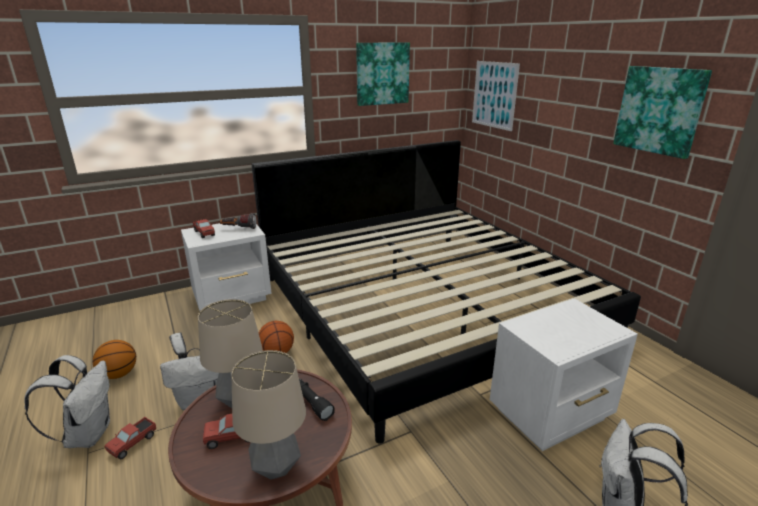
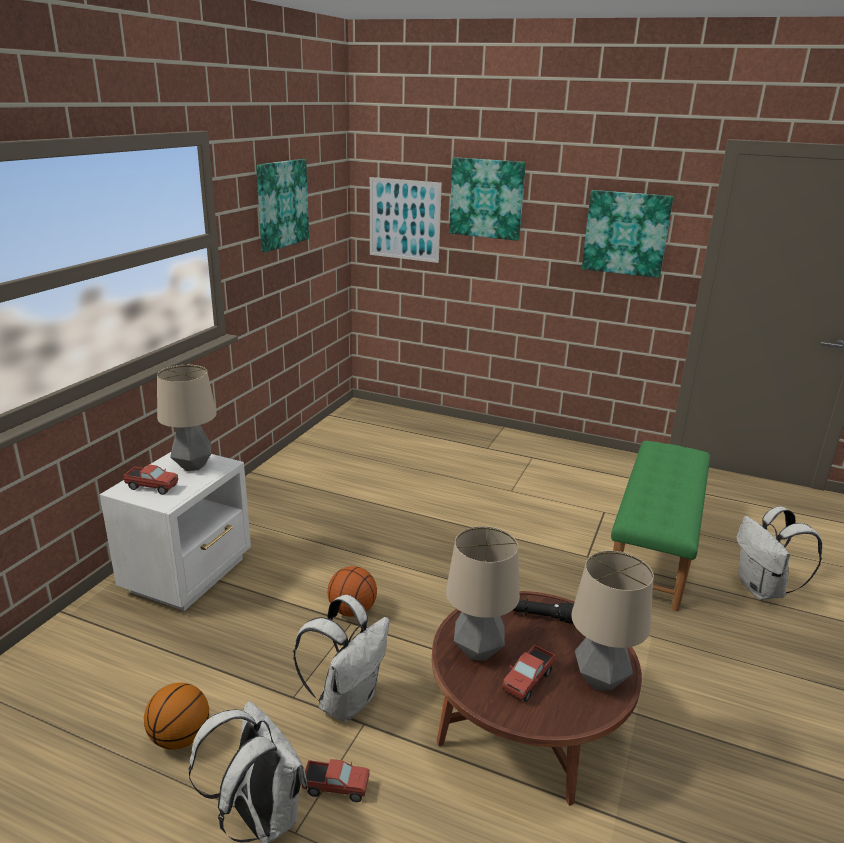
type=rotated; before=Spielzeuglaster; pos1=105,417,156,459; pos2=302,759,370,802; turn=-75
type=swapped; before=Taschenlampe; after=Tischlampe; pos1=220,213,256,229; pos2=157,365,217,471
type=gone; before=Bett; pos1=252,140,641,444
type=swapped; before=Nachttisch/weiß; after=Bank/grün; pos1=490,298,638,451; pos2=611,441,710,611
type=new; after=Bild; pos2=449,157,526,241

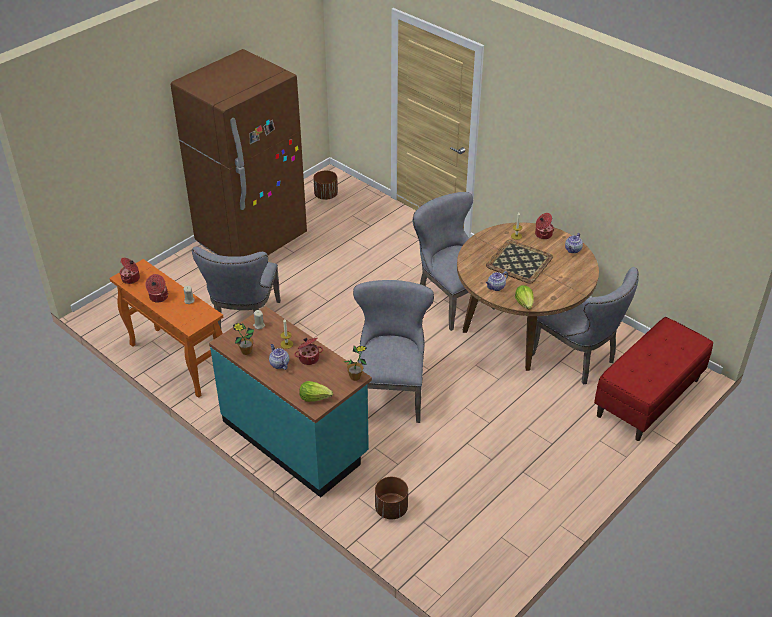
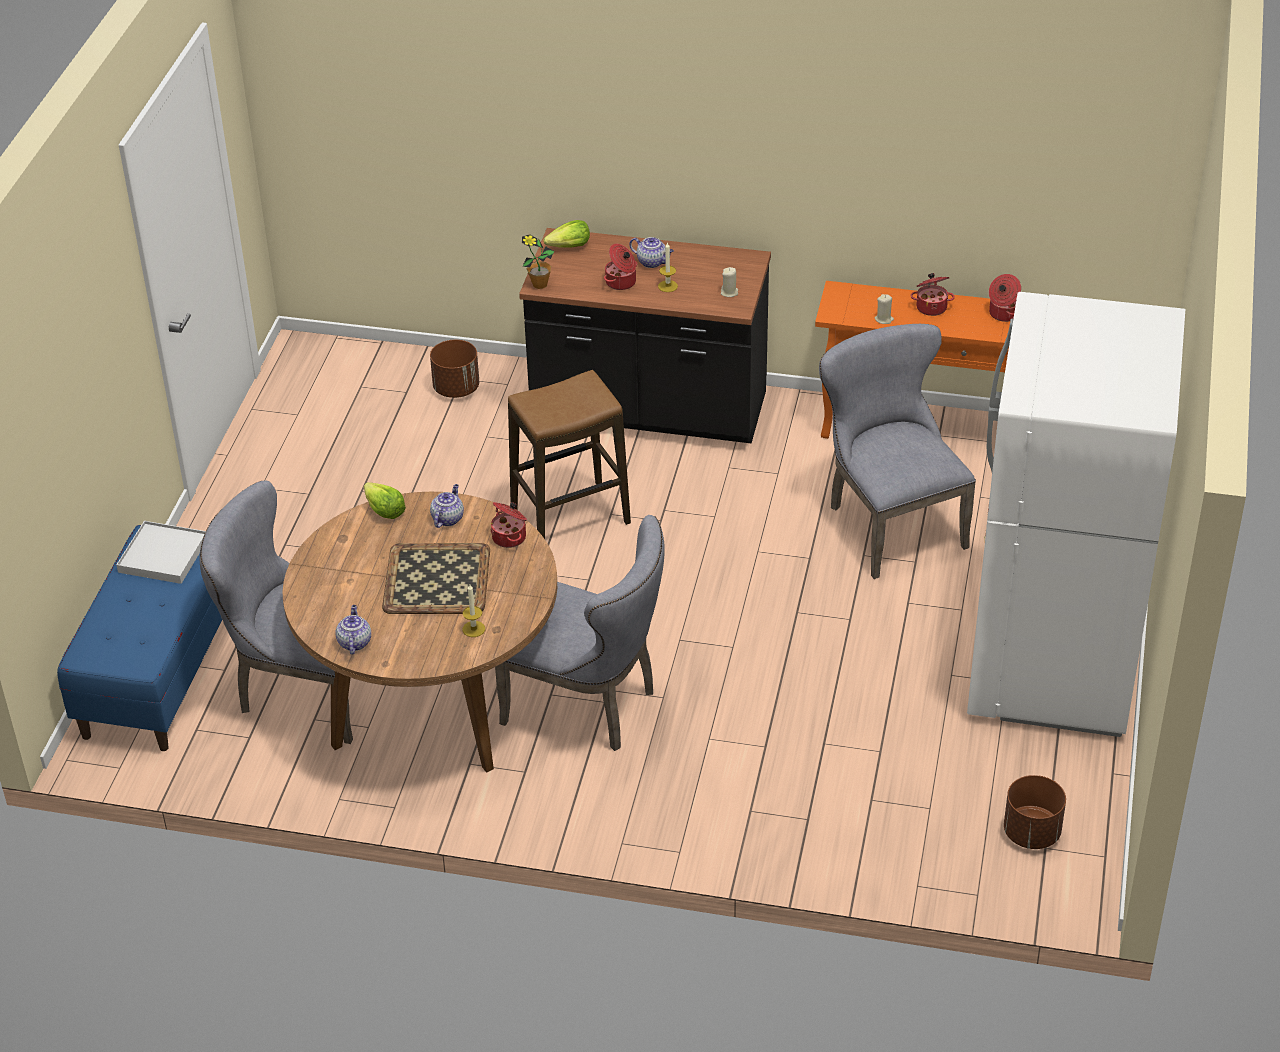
type=repainted; before=Kühlschrank/braun; after=Kühlschrank/weiß; pos1=171,49,307,257; pos2=967,292,1185,737
type=repainted; before=Küchenzeile/türkis; after=Küchenzeile/schwarz; pos1=209,306,372,498; pos2=519,228,771,443
type=gone; before=Topfpflanze; pos1=233,323,254,355
type=swapped; before=Stuhl/grau; after=Hocker; pos1=353,280,434,423; pos2=508,370,631,539
type=shifted; before=Kochtopf; pos1=535,213,554,239; pos2=490,502,527,548
type=repainted; before=Bank/rot; after=Bank/blau; pos1=594,317,713,441; pos2=57,525,222,751
type=new; after=Tablett/weiß; pos2=116,521,205,584

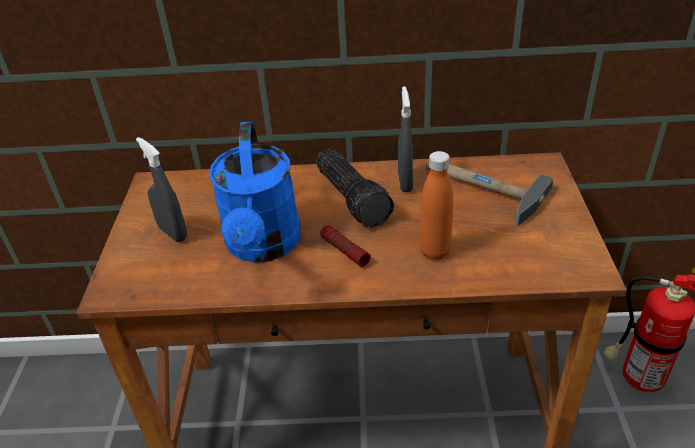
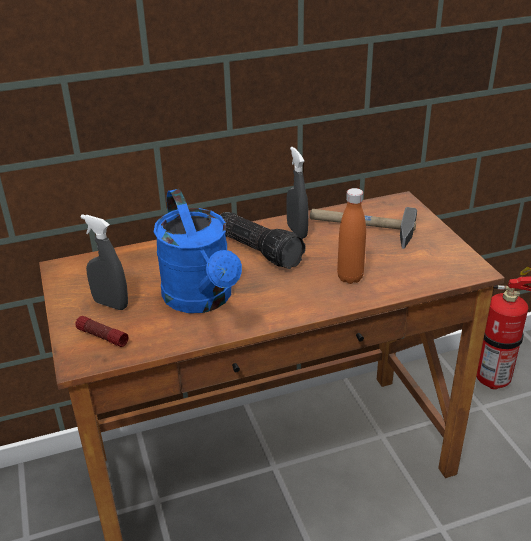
type=shifted; before=Taschenlampe; pos1=320,225,370,267; pos2=75,316,128,347

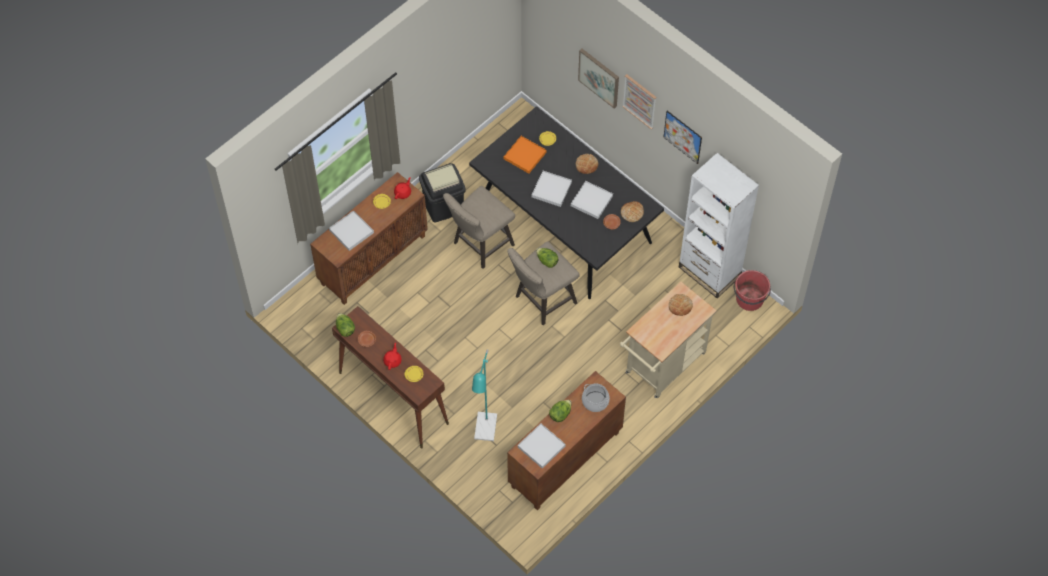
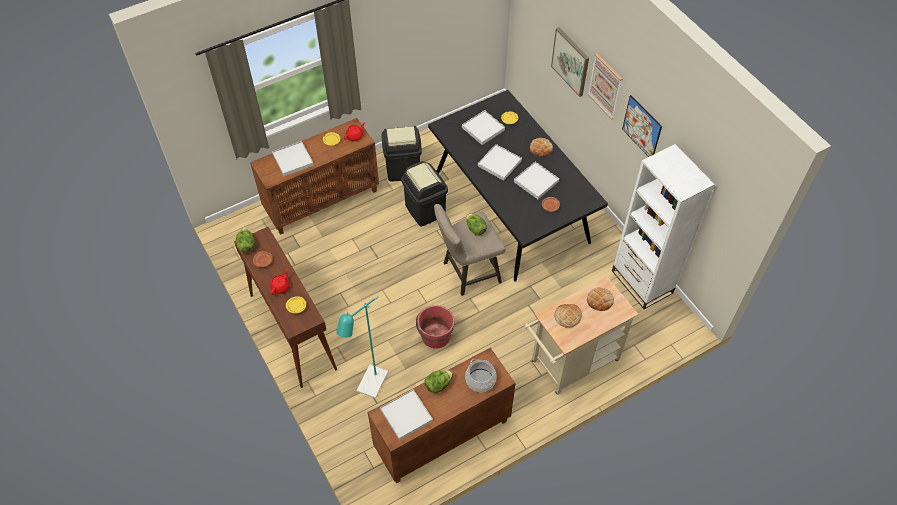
type=swapped; before=Hocker/beige; after=Mülleimer/schwarz; pos1=443,186,515,269; pos2=401,161,448,227
type=repainted; before=Tablett/orange; after=Tablett/weiß; pos1=504,136,547,174; pos2=462,110,505,145
type=shifted; before=Brot; pos1=621,201,644,222; pos2=555,304,582,328
type=shifted; before=Eimer/rot; pos1=734,270,771,311; pos2=416,305,454,349

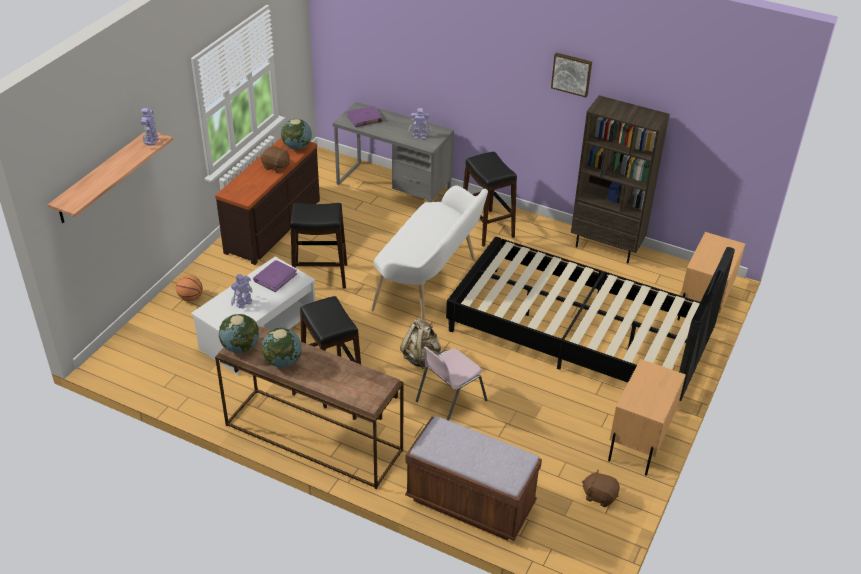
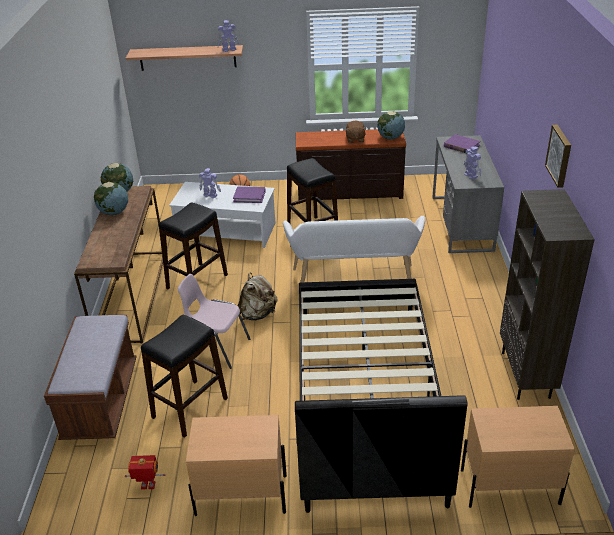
type=shifted; before=Hocker/schwarz; pos1=463,152,517,247; pos2=141,315,228,438
type=swapped; before=Plüschtier/braun; after=Spielzeugroboter; pos1=582,470,620,507; pos2=125,455,165,489

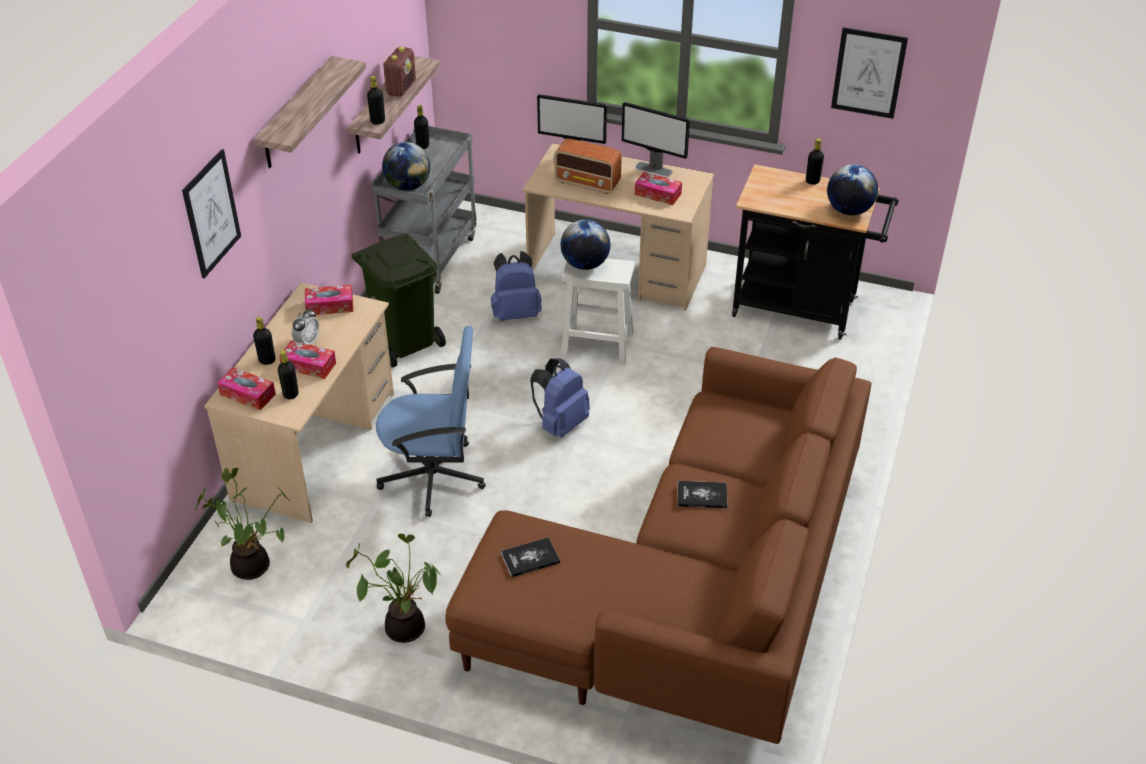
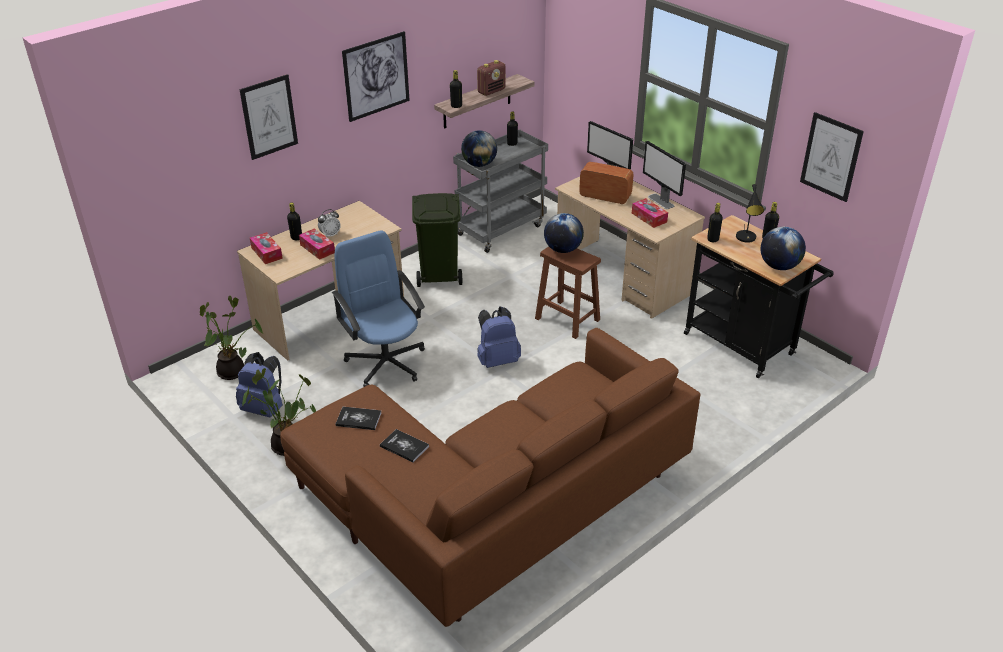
type=swapped; before=Wandregal; after=Bild; pos1=254,56,366,168; pos2=342,31,410,122
type=shifted; before=Flasche/schwarz; pos1=278,350,299,399; pos2=707,203,723,242
type=gone; before=Taschentuchbox; pos1=305,285,353,315
type=rotated; before=Bürostuhl/blau; pos1=376,326,486,517; pos2=332,231,425,387; turn=-150
type=shifted; before=Rucksack/blau; pos1=491,251,542,321; pos2=236,352,283,417
type=rotated; before=Radio; pos1=554,138,622,194; pos2=579,162,633,204; turn=150
type=repainted; before=Hocker/weiß; after=Hocker/braun; pos1=561,258,635,365; pos2=535,246,601,339
type=shifted; before=Buch; pos1=678,481,728,508; pos2=380,429,429,463
type=new; after=Tischlampe/schwarz; pos2=736,184,764,243

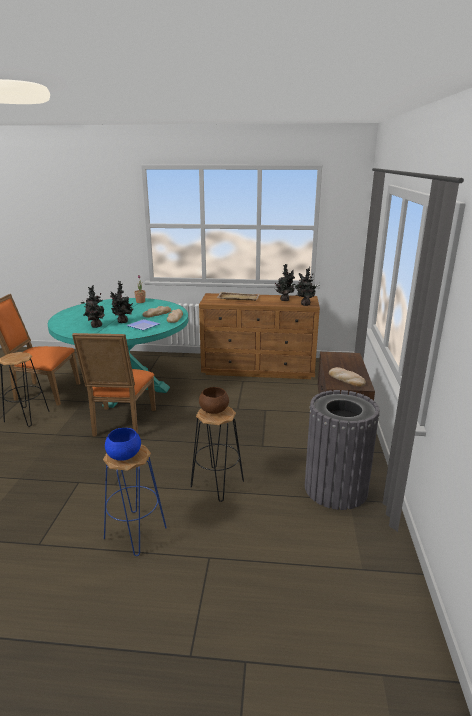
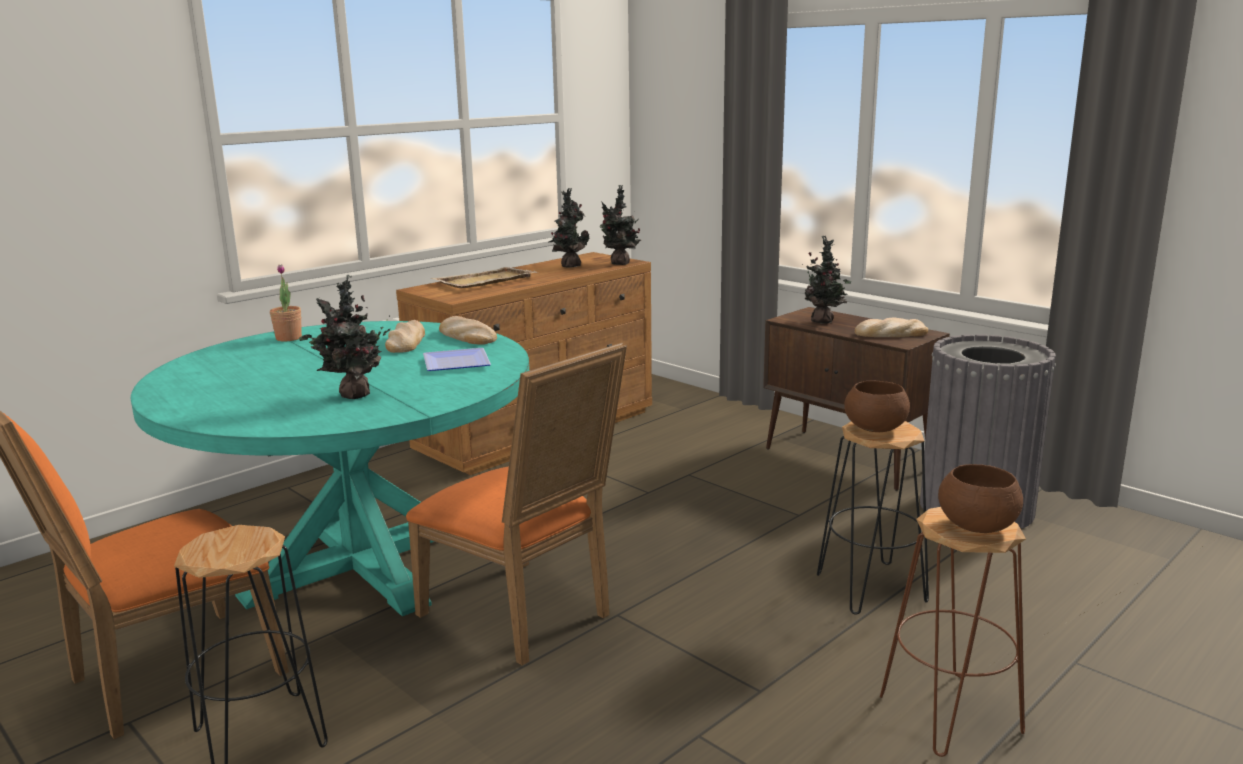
type=repainted; before=Hocker/blau; after=Hocker/braun; pos1=103,444,167,556; pos2=880,507,1026,757
type=repainted; before=Schüssel/blau; after=Schüssel/braun; pos1=105,428,141,461; pos2=938,464,1023,533
type=shifted; before=Topfpflanze; pos1=110,281,133,323; pos2=802,236,851,324

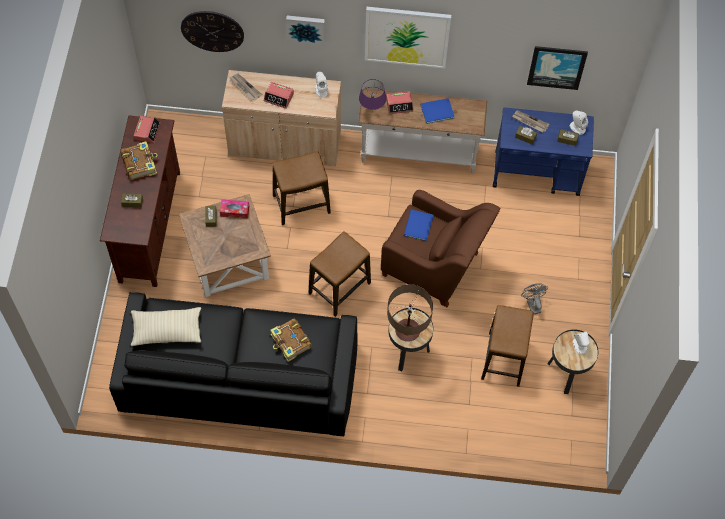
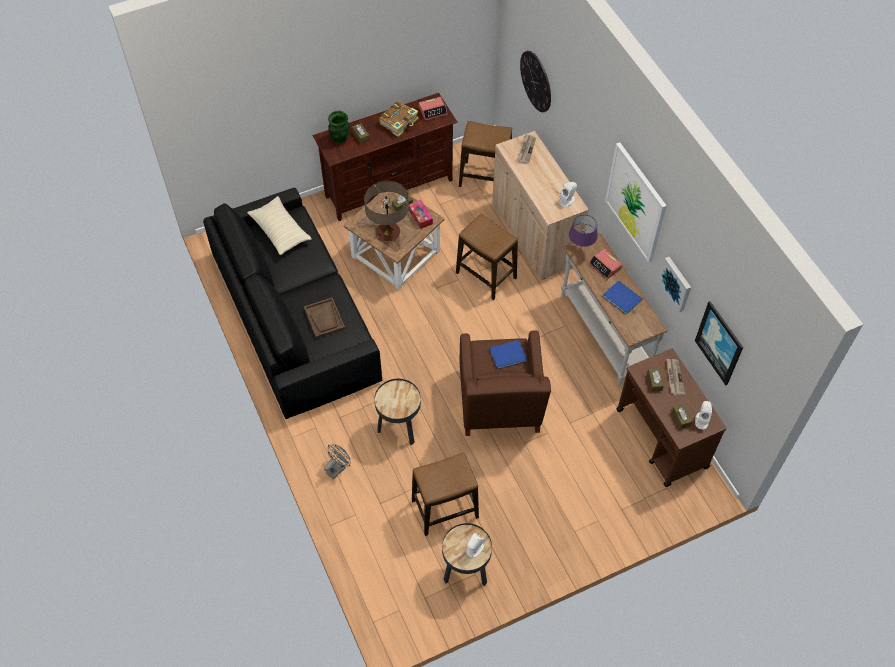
type=gone; before=Wecker; pos1=264,82,294,109
type=swapped; before=Buch; after=Tablett/braun; pos1=270,318,312,362; pos2=304,298,345,338
type=shifted; before=Bild; pos1=286,15,325,46; pos2=658,257,691,313
type=shifted; before=Hocker; pos1=309,231,371,317; pos2=459,121,512,187
type=shifted; before=Tischlampe; pos1=387,284,433,342; pos2=364,181,409,241
type=repainted; before=Rollwagen/blau; after=Rollwagen/braun; pos1=493,107,594,196; pos2=616,348,727,487
type=shifted; before=Ventilator/grau; pos1=521,283,548,314; pos2=324,445,350,479
type=new; after=Vase/grün; pos2=328,111,350,143

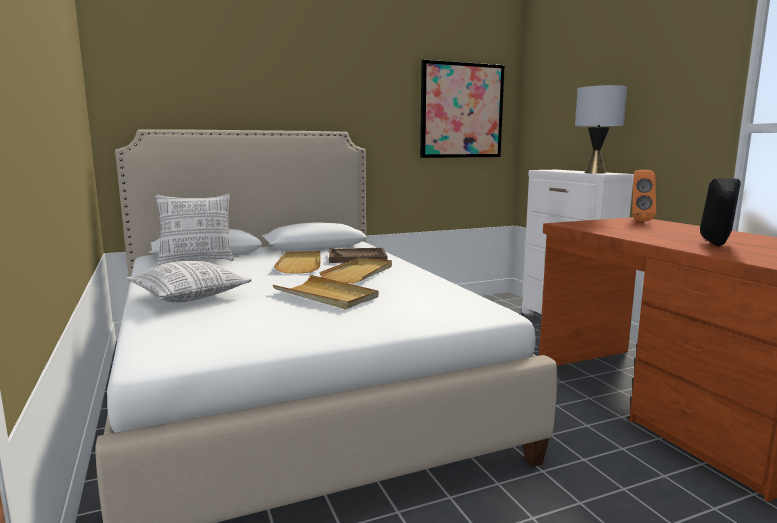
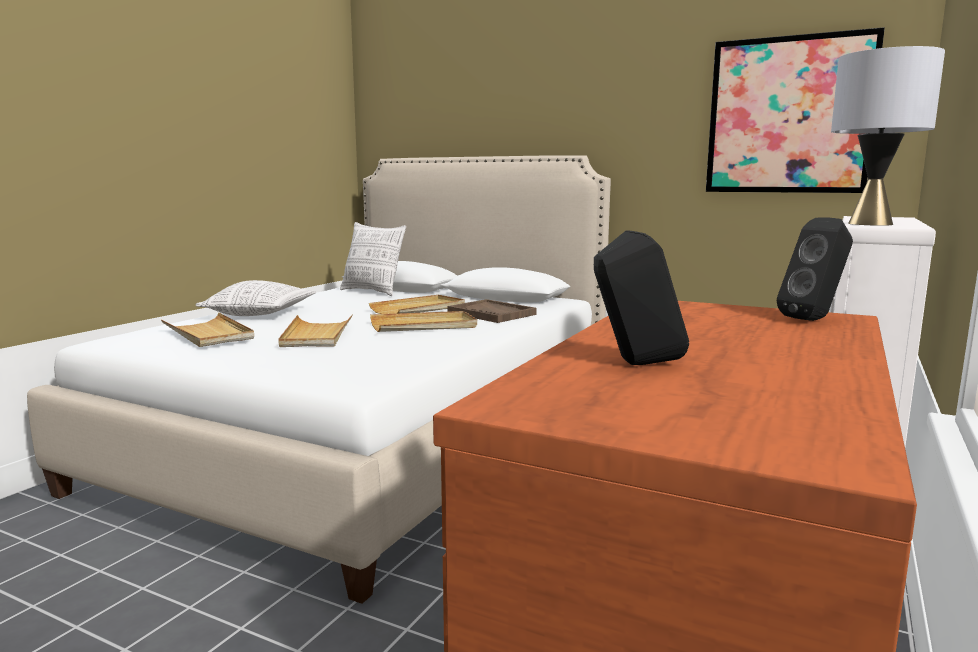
type=repainted; before=Lautsprecher/orange; after=Lautsprecher/schwarz; pos1=632,170,656,222; pos2=777,218,853,321
type=new; after=Tablett/beige; pos2=161,312,254,347

